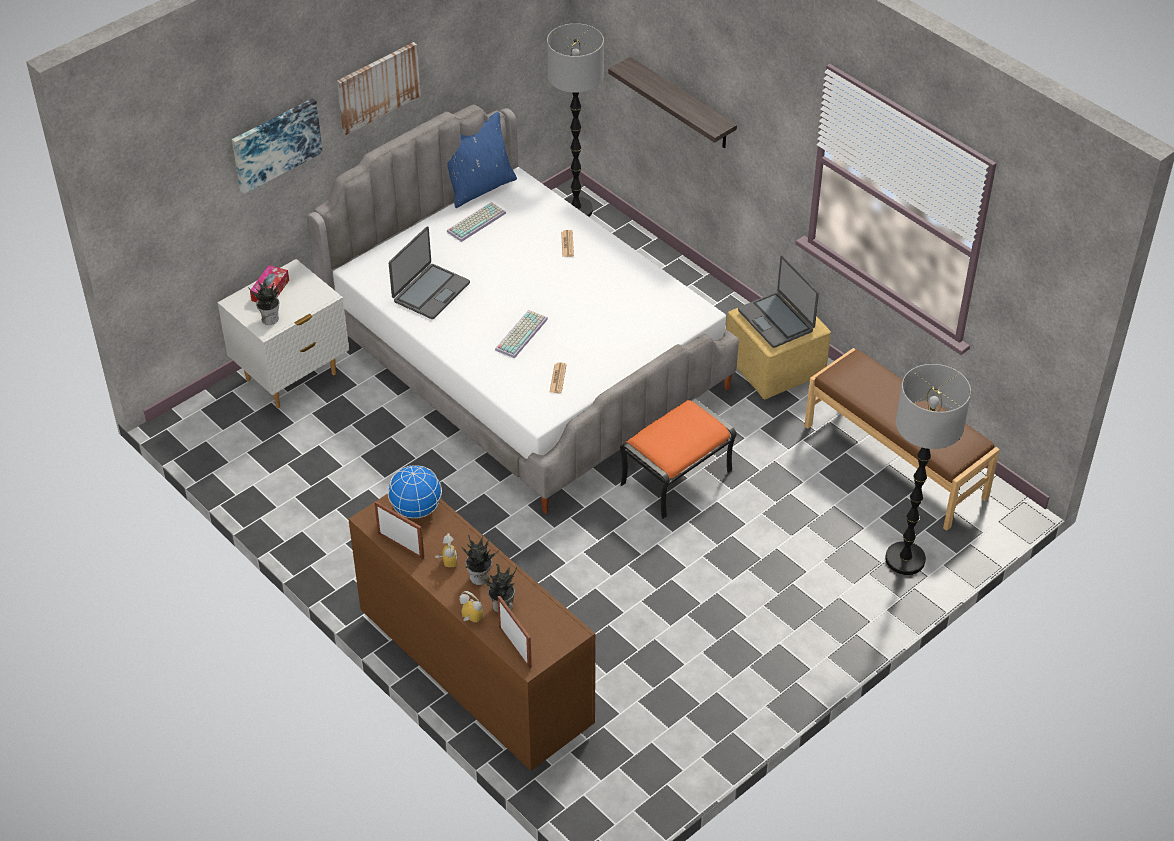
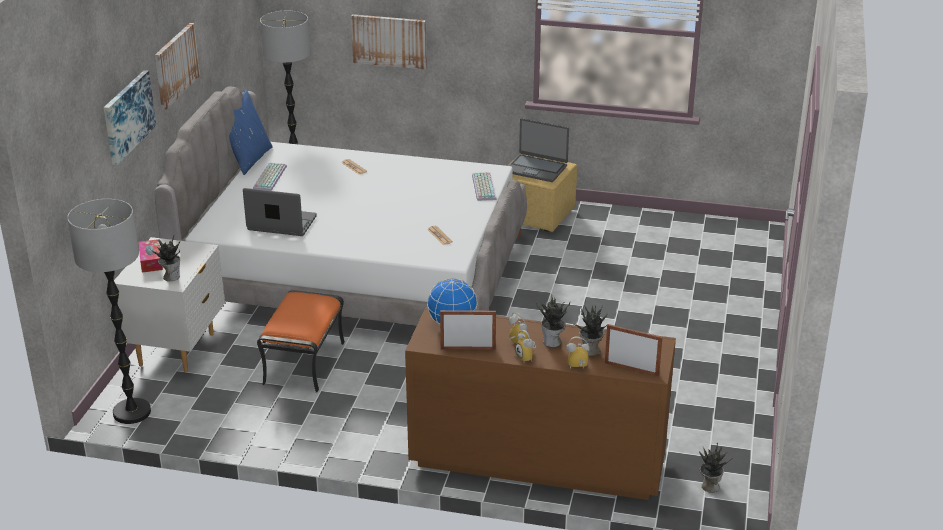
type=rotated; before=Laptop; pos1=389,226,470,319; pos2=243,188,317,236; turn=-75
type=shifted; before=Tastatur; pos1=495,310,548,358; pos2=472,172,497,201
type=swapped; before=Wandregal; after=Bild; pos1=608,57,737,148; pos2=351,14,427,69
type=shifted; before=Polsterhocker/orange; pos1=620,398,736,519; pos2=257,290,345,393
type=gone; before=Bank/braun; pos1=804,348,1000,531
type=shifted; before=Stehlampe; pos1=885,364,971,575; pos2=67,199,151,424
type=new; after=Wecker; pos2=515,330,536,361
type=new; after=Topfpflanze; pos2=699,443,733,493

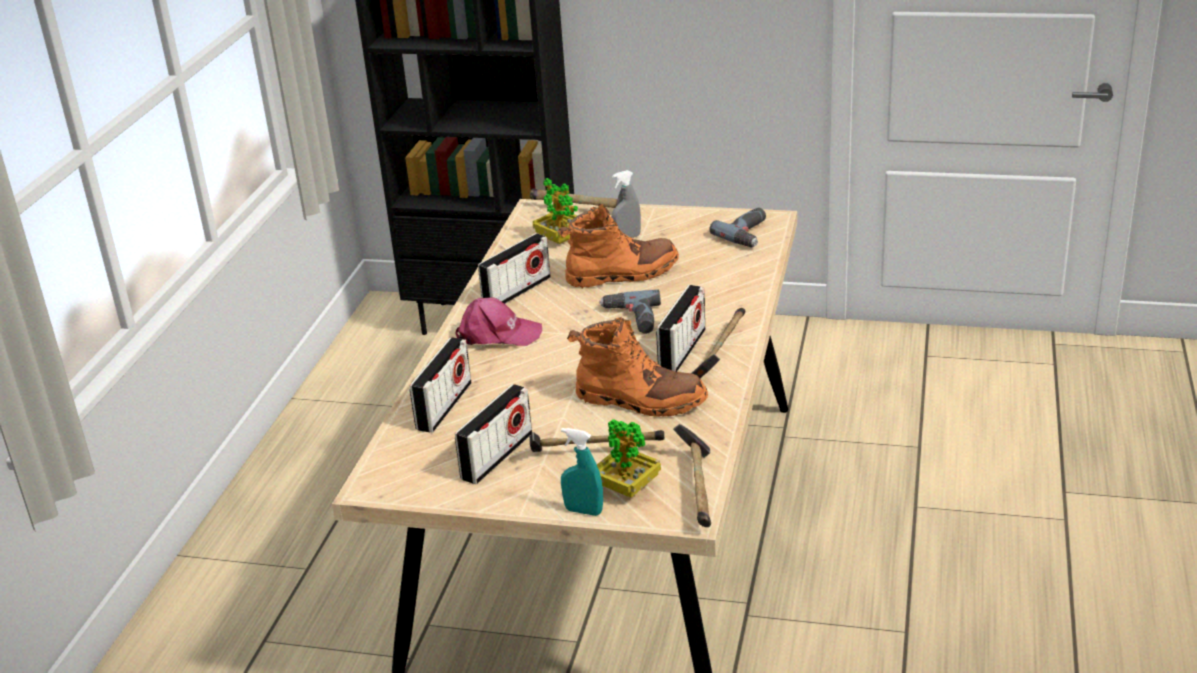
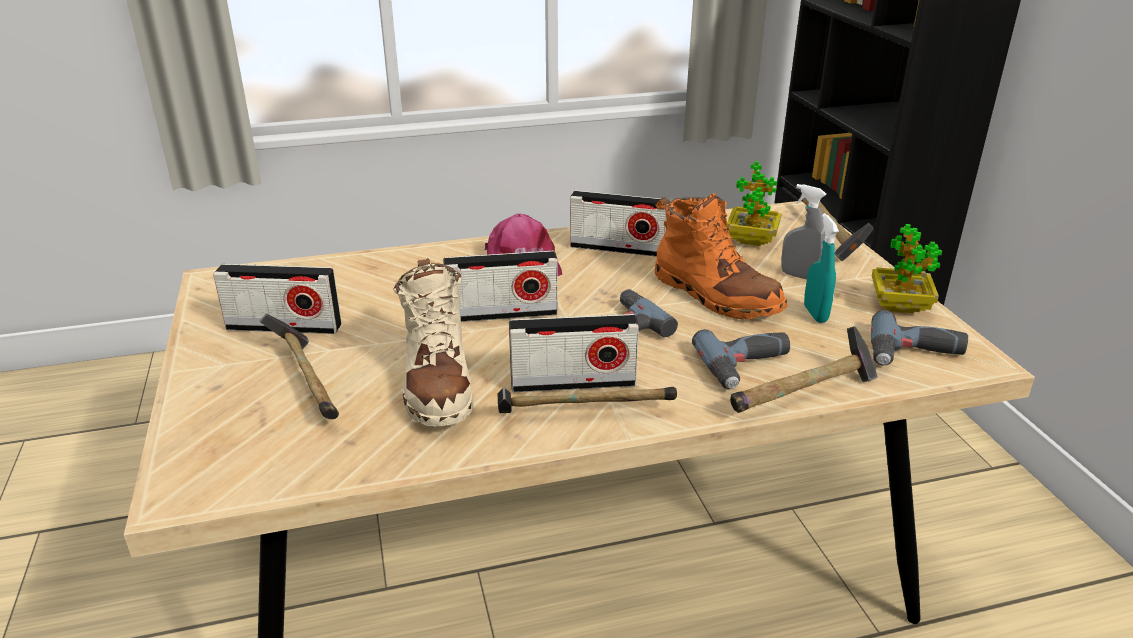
type=shifted; before=Radio; pos1=410,337,471,433; pos2=443,251,558,322
type=shifted; before=Sprühflasche/türkis; pos1=561,428,603,516; pos2=804,213,839,323
type=repainted; before=Stiefel/orange; after=Stiefel/beige; pos1=567,317,708,417; pos2=393,258,474,426
type=shifted; before=Topfpflanze; pos1=597,419,661,497; pos2=872,224,942,313
type=shifted; before=Hammer; pos1=673,424,711,527; pos2=730,326,878,413
type=new; after=Bohrmaschine; pos2=692,329,790,389

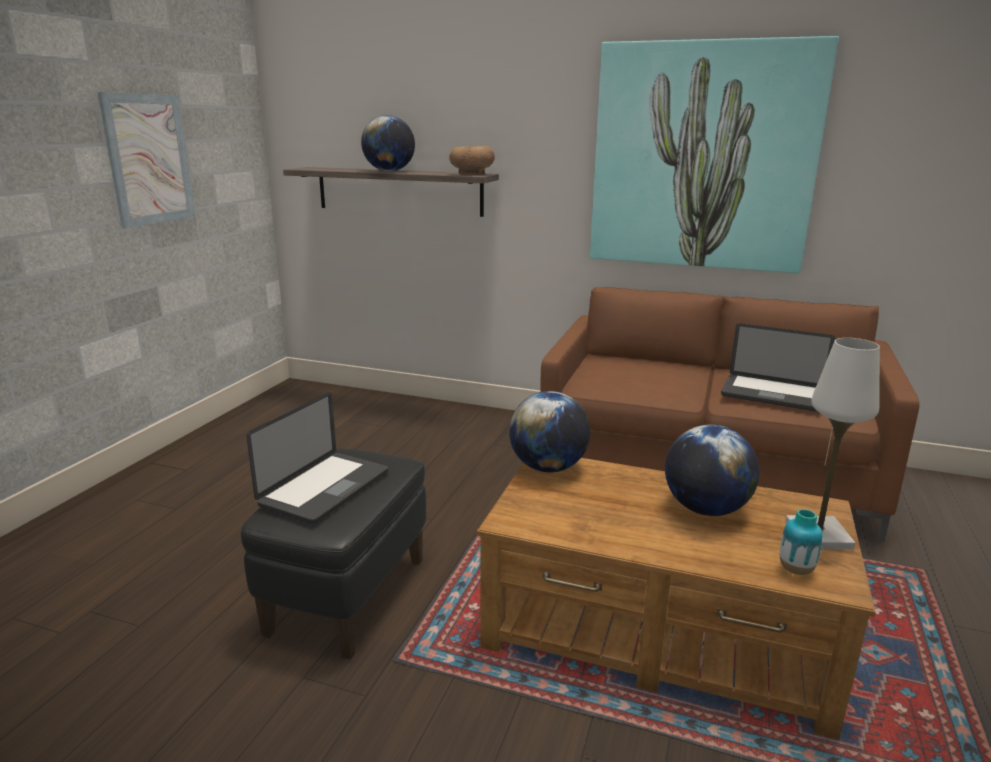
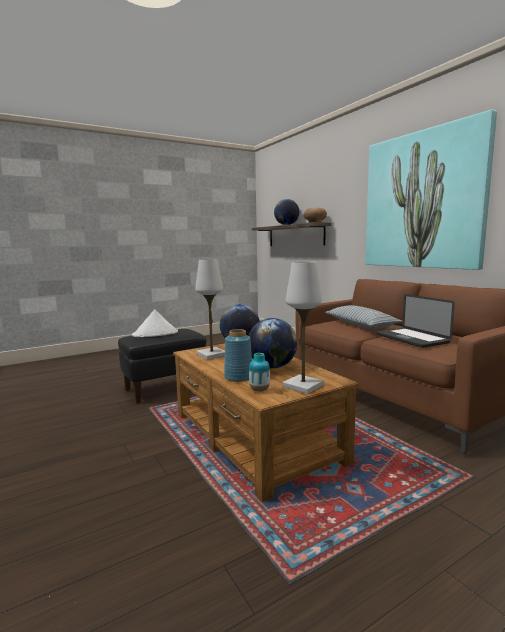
type=gone; before=Bild; pos1=98,92,195,228
type=swapped; before=Laptop; after=Hut/weiß; pos1=246,392,388,524; pos2=132,309,178,337
type=new; after=Tischlampe/weiß; pos2=195,259,225,360
type=new; after=Vase/blau; pos2=224,329,252,382
type=new; after=Kissen; pos2=325,305,402,329

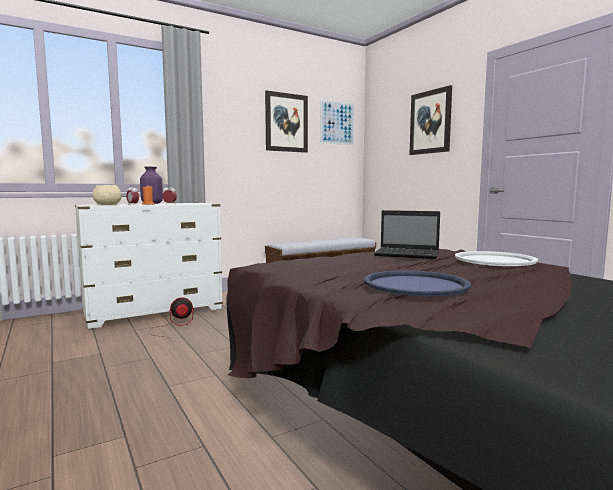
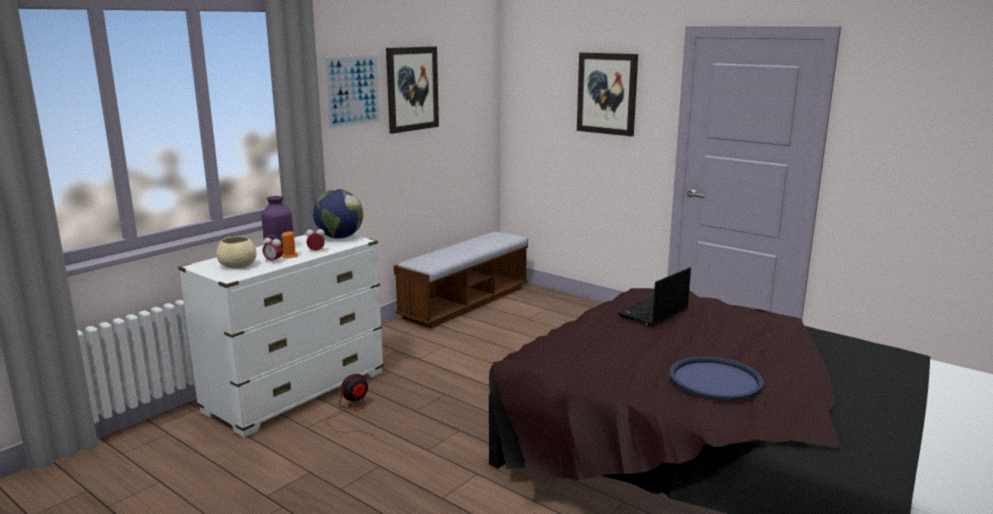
type=shifted; before=Bild; pos1=320,100,355,145; pos2=323,54,381,130
type=rotated; before=Laptop; pos1=374,210,440,259; pos2=617,267,691,326; turn=135
type=gone; before=Tablett/weiß; pos1=455,251,538,266
type=new; after=Globus; pos2=313,189,363,239

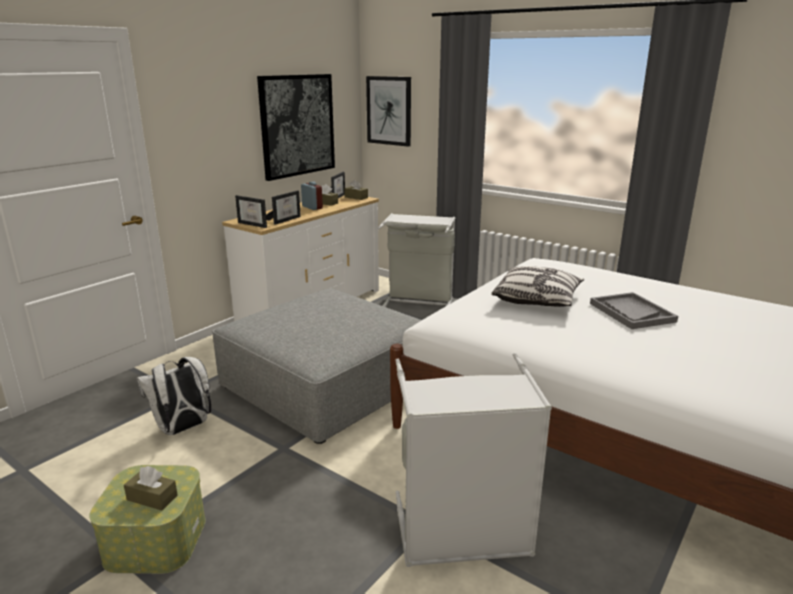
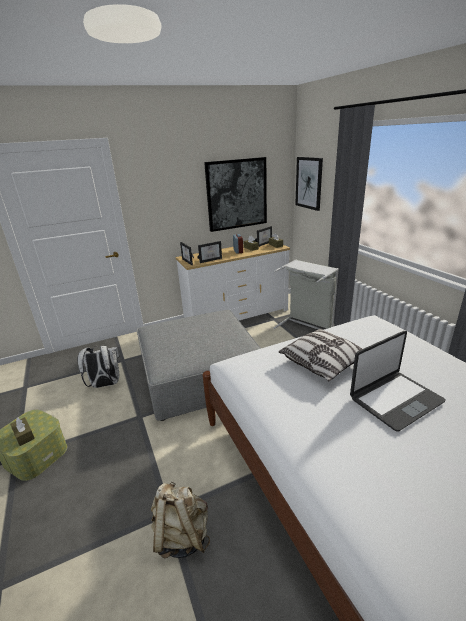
type=swapped; before=Wäschekorb/grau; after=Rucksack/beige; pos1=395,353,552,567; pos2=151,482,210,558
type=swapped; before=Tablett/grau; after=Laptop; pos1=590,292,678,329; pos2=350,331,445,432

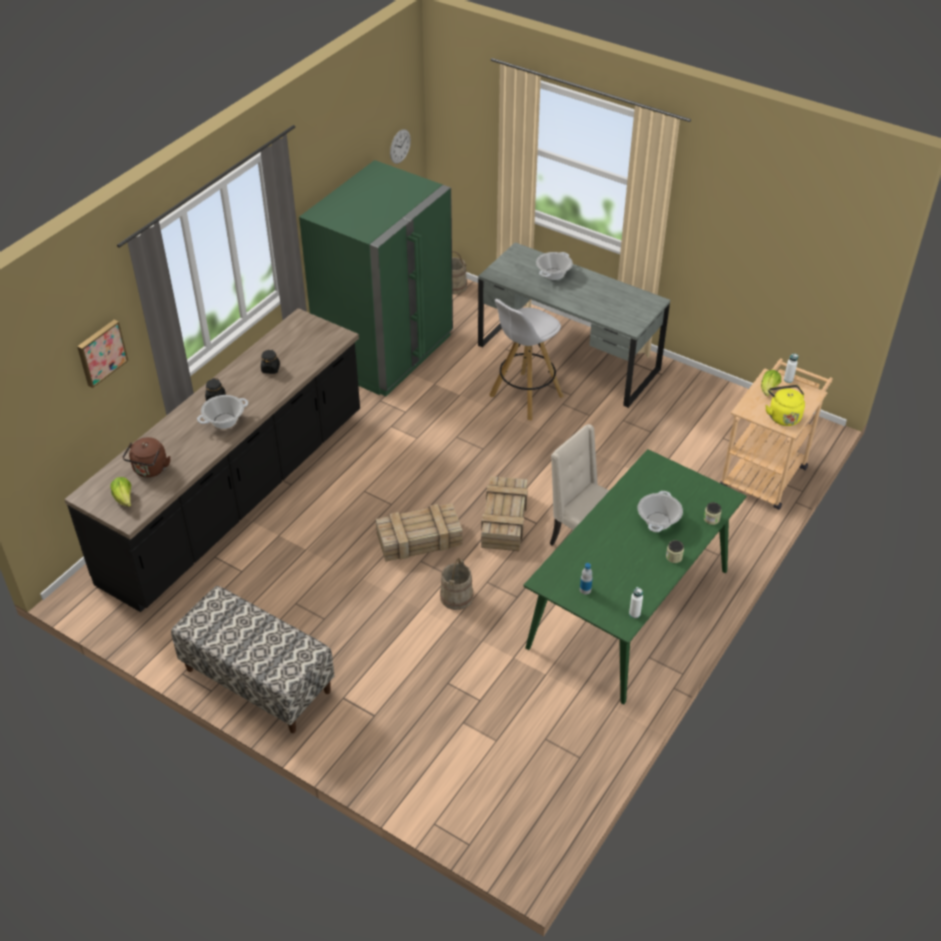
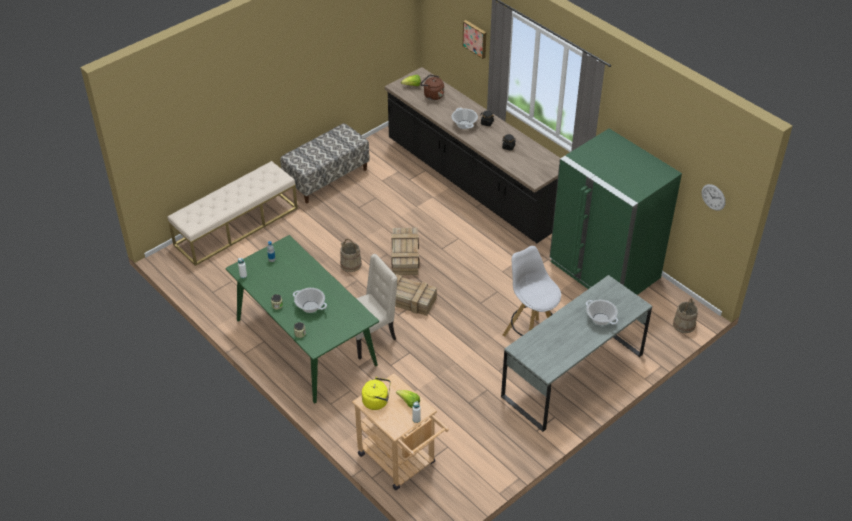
type=new; after=Bank/beige; pos2=168,161,298,266

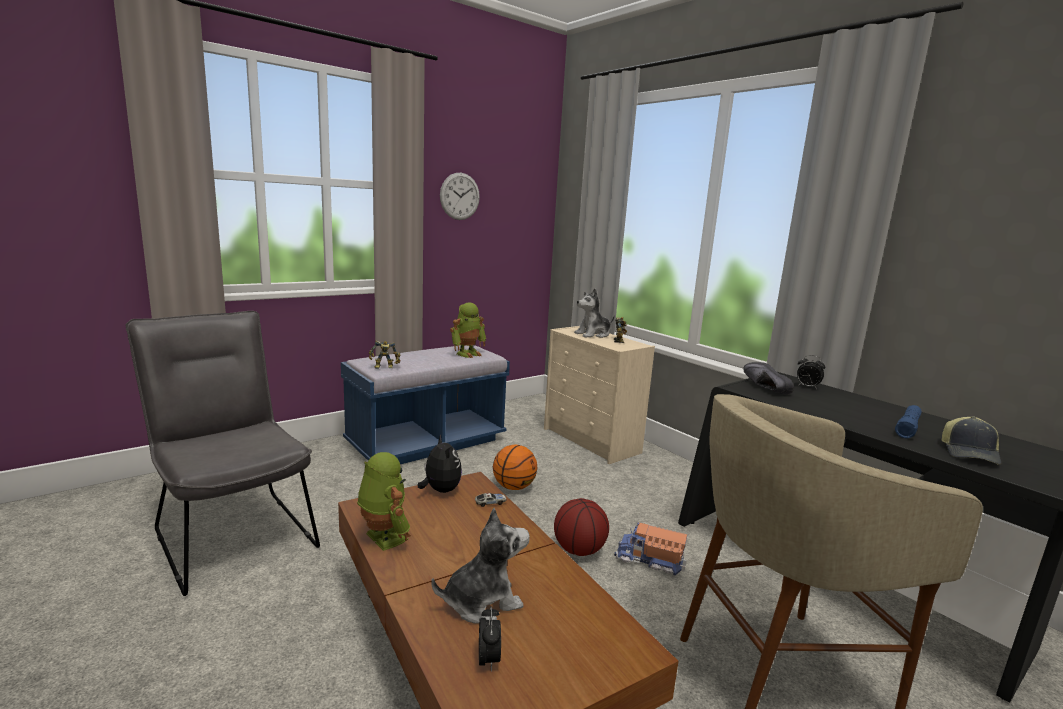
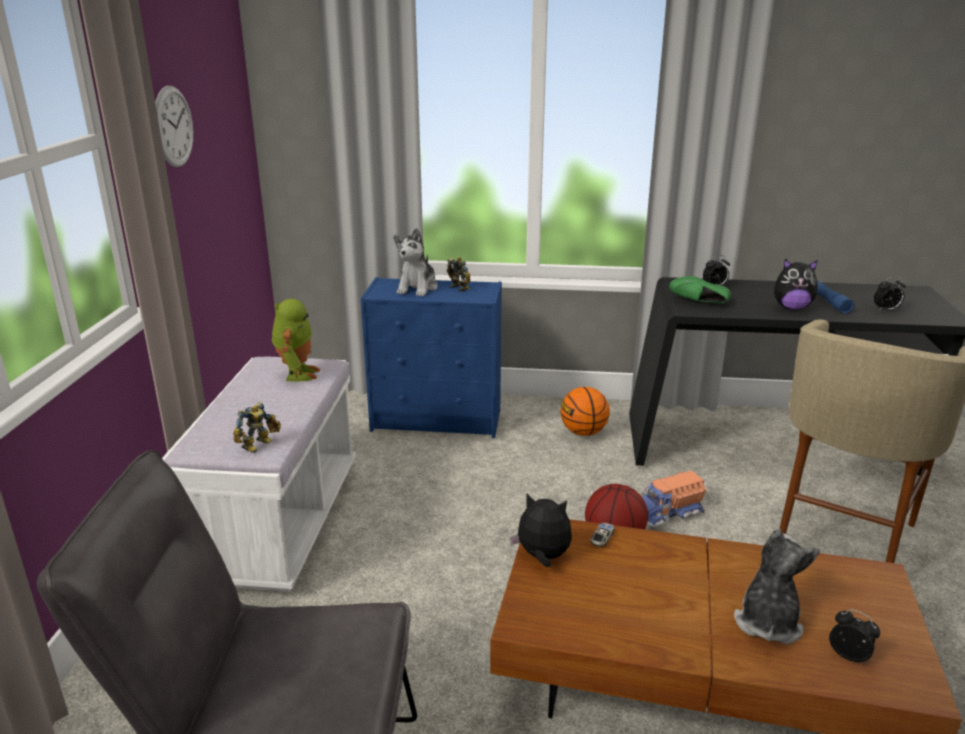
type=repainted; before=Bank/blau; after=Bank/weiß; pos1=341,345,510,464; pos2=162,357,356,592
type=gone; before=Spielzeugroboter; pos1=357,452,411,551
type=shifted; before=Basketball; pos1=493,445,538,490; pos2=560,387,610,436
type=repainted; before=Kommode/beige; after=Kommode/blau; pos1=544,326,655,464; pos2=361,277,502,438
type=repainted; before=Schuh/schwarz; after=Schuh/grün; pos1=743,362,794,395; pos2=669,276,731,303
type=swapped; before=Kappe; after=Wecker; pos1=942,416,1001,465; pos2=874,276,906,311
type=new; after=Plüschtier; pos2=774,259,818,310

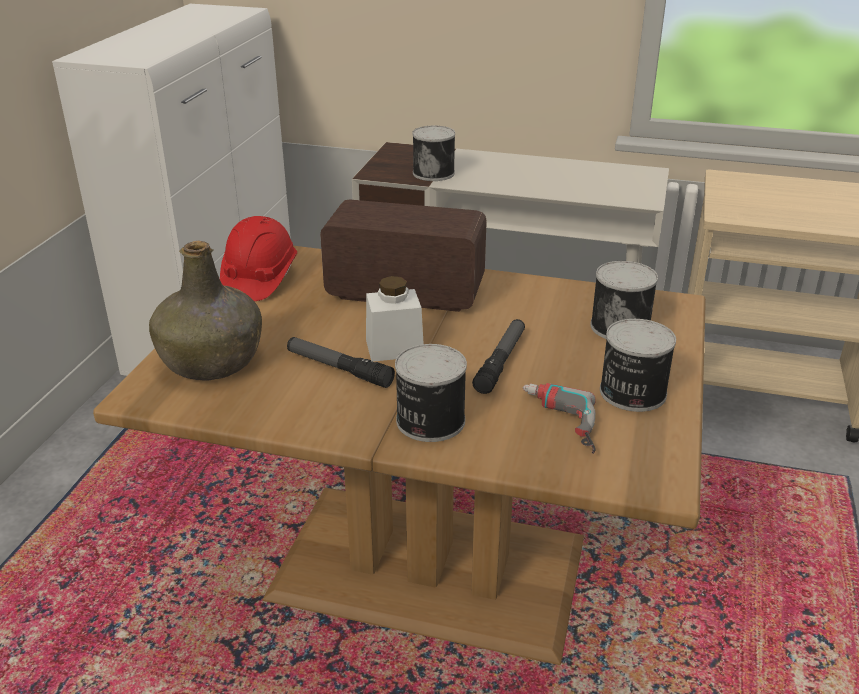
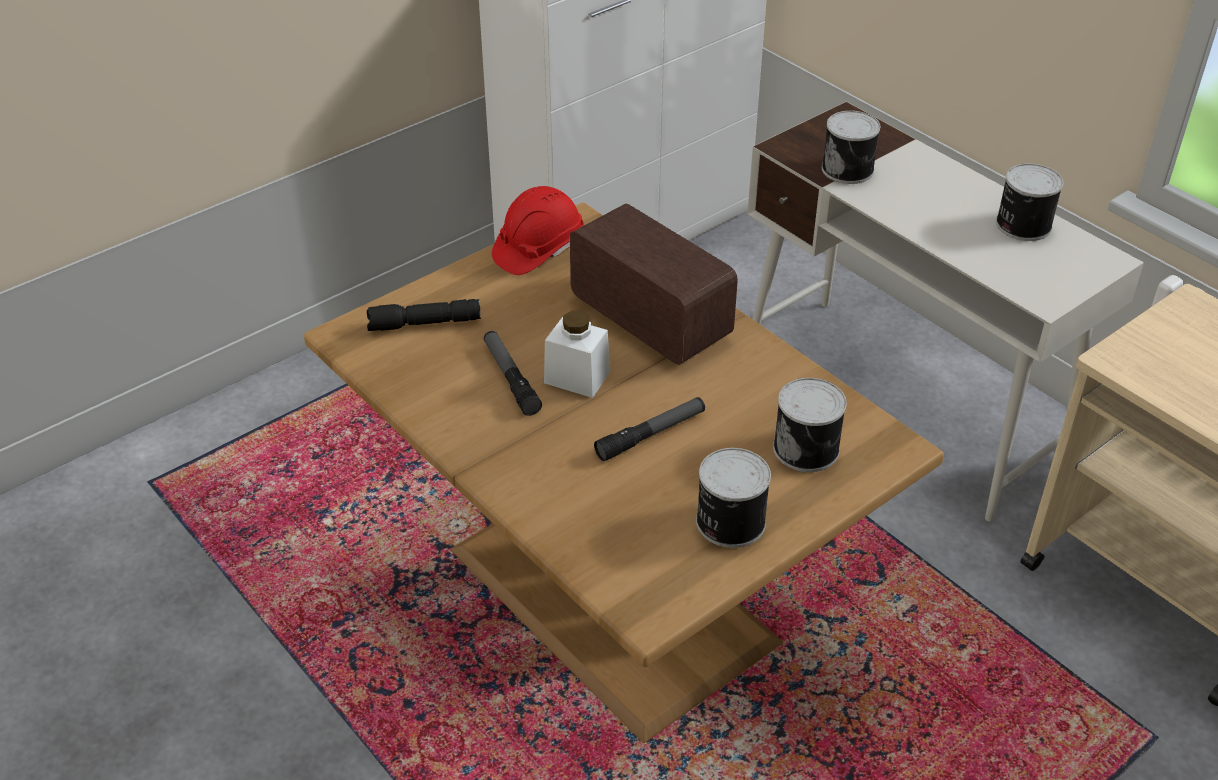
type=swapped; before=Flasche/grün; after=Taschenlampe/schwarz; pos1=149,241,262,381; pos2=367,299,481,331
type=shifted; before=Dose; pos1=395,344,467,442; pos2=996,163,1063,241
type=gone; before=Bohrmaschine; pos1=523,383,596,454

